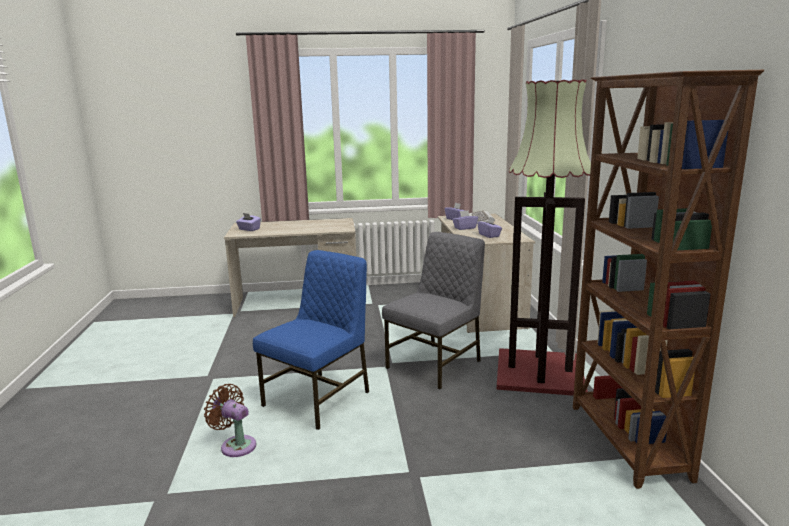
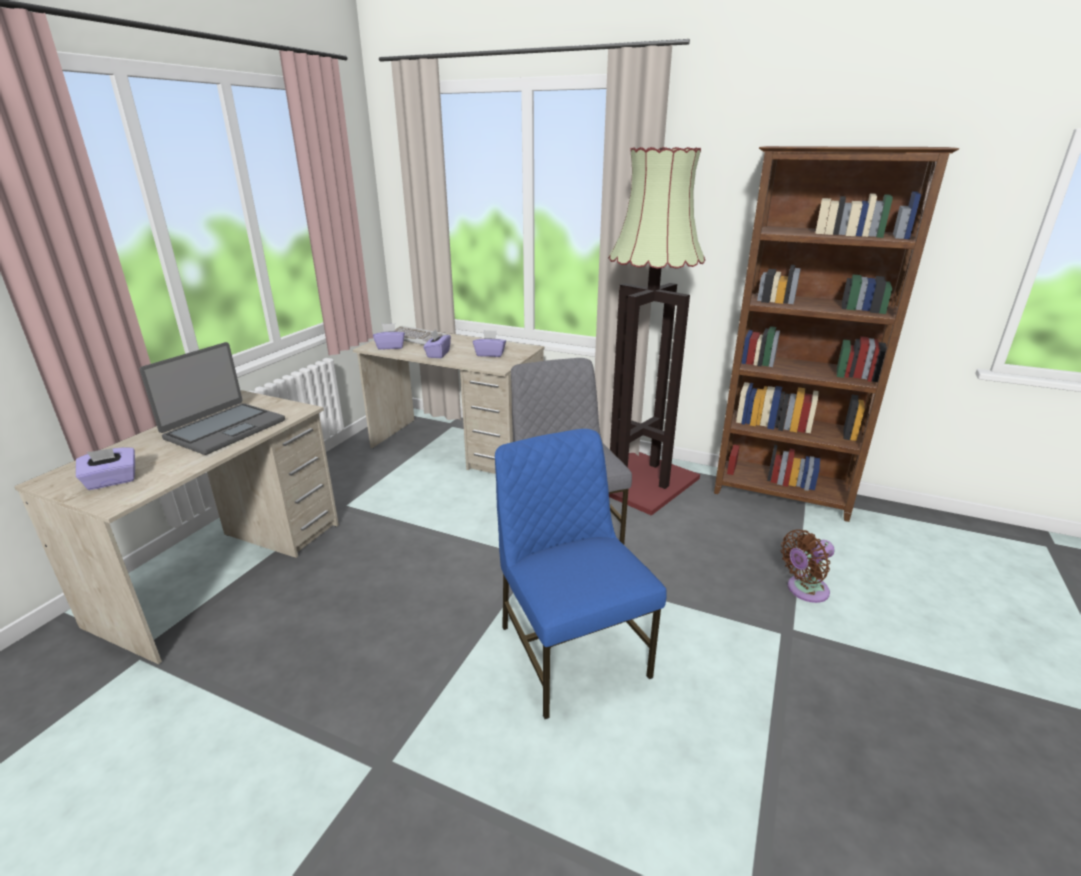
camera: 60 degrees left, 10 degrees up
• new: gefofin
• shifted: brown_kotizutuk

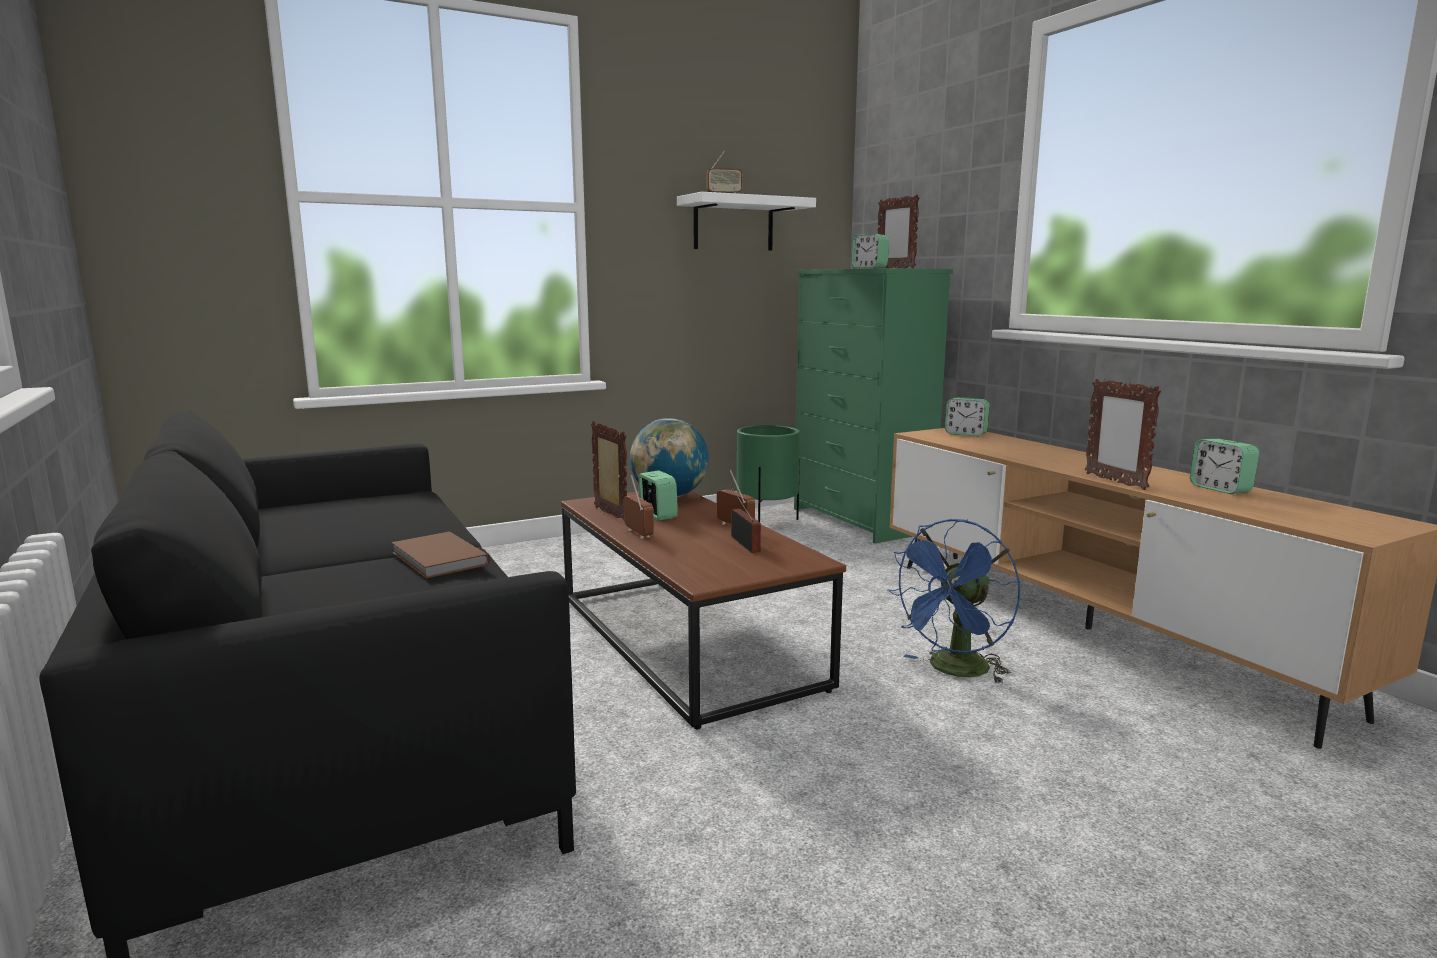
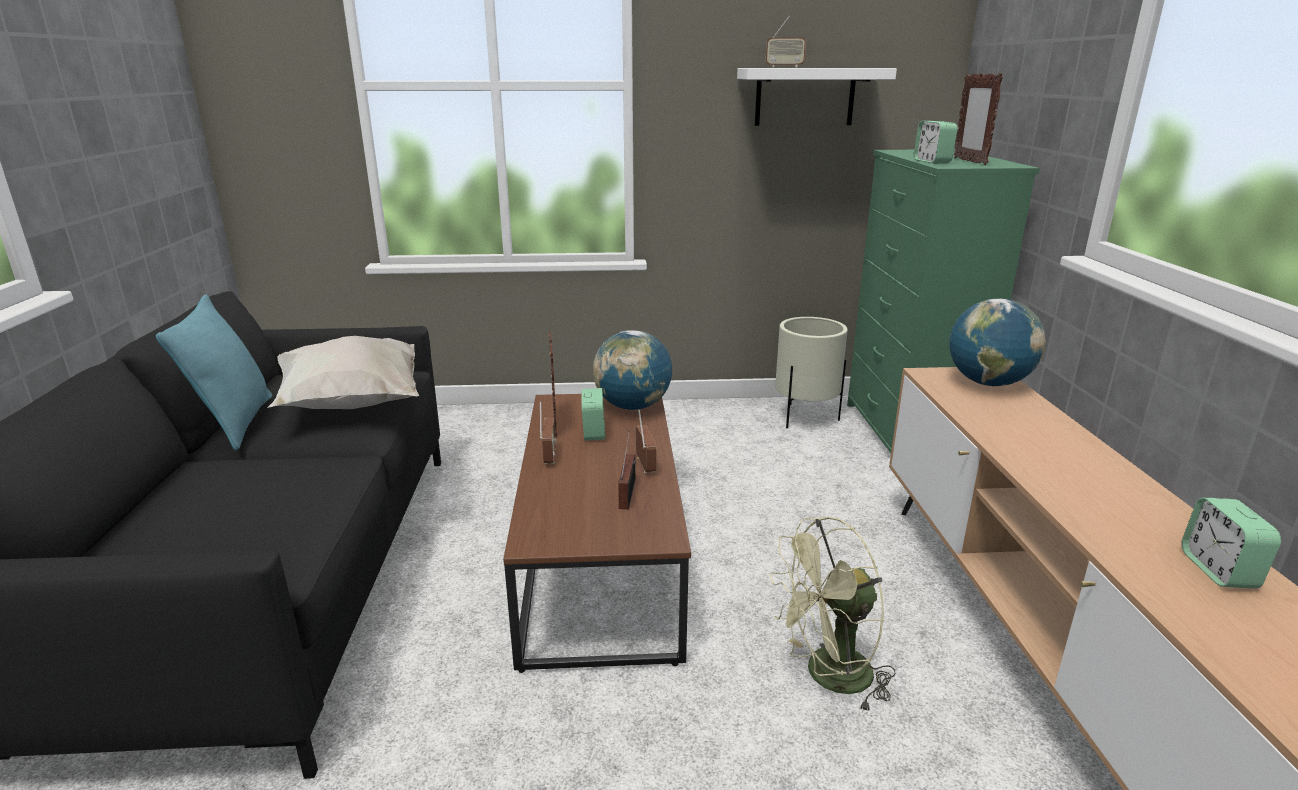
camera: 25 degrees right, 10 degrees up
• new: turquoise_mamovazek
• new: white_mamovazek
• repainted: blue_kotizutuk to green_kotizutuk
• repainted: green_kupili to beige_kupili
• swapped: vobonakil (no. 3 from left) to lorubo (no. 2 from left)
• gone: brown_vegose
• gone: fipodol (no. 3 from left)

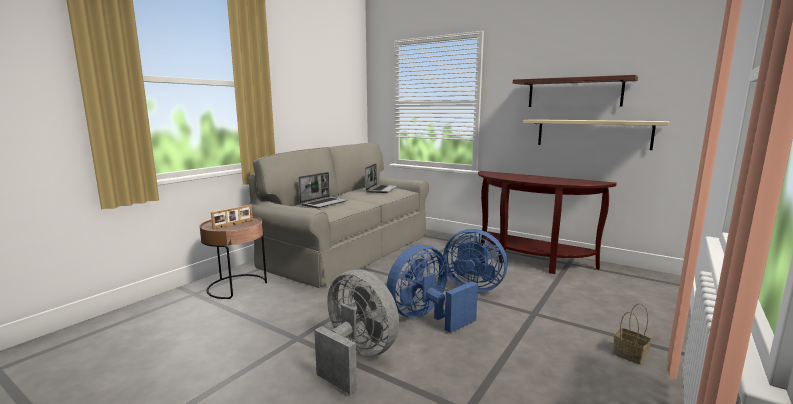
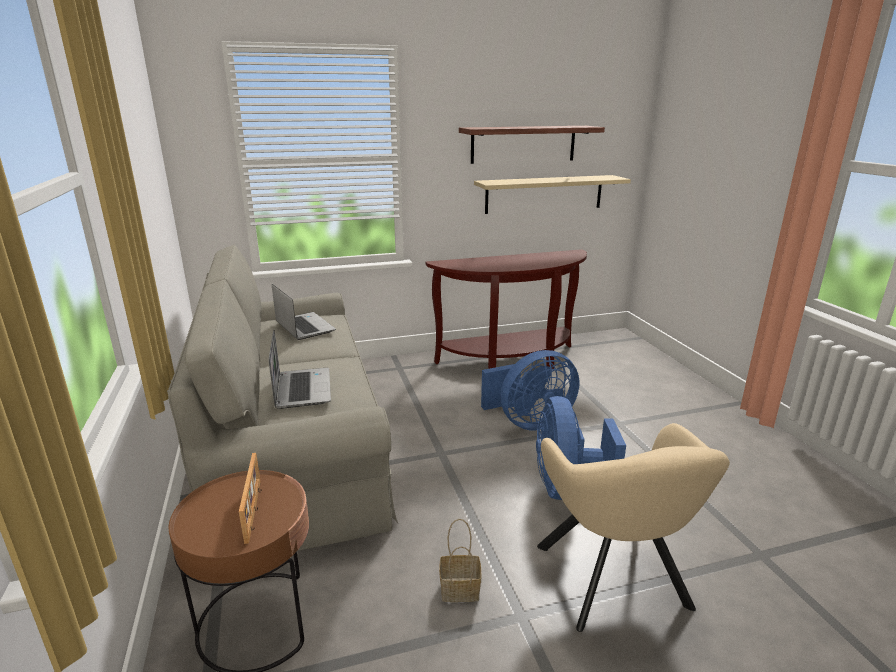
camera: 50 degrees left, 10 degrees up
• shifted: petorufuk
• swapped: grey_kotizutuk to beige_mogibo

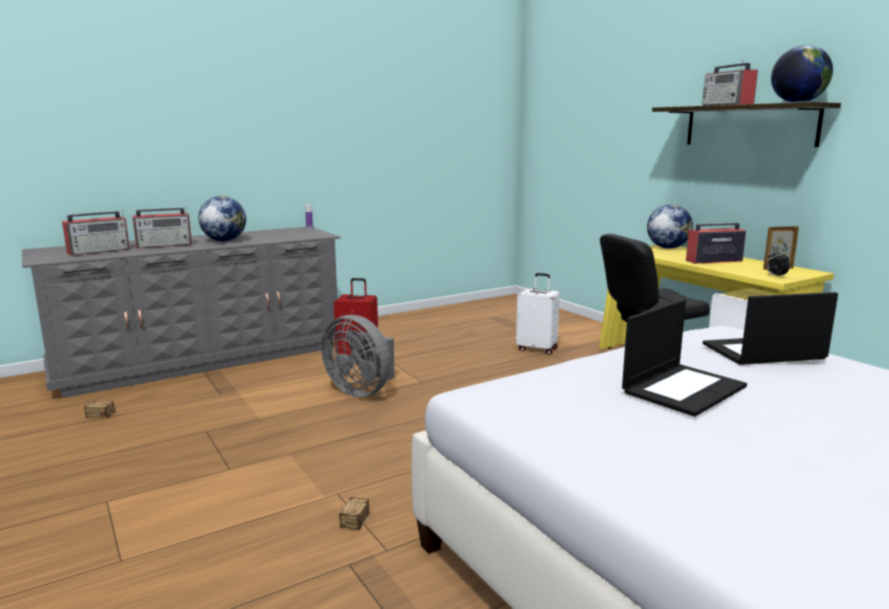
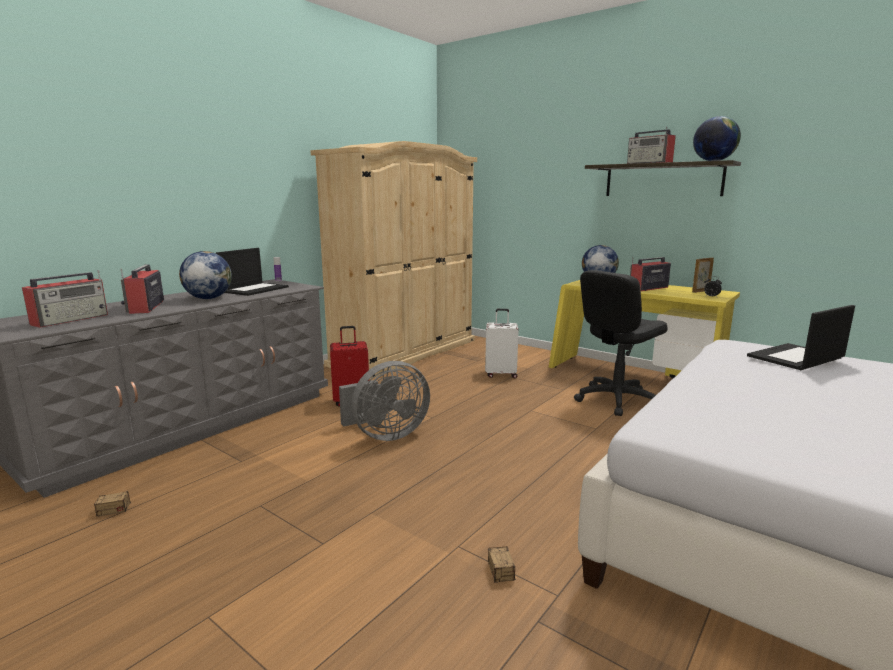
camera: 20 degrees left, 0 degrees up
• rotated: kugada (no. 2 from left) 120 degrees clockwise
• shifted: gefofin (no. 1 from left)
• new: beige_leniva
• rotated: grey_kotizutuk 45 degrees counterclockwise

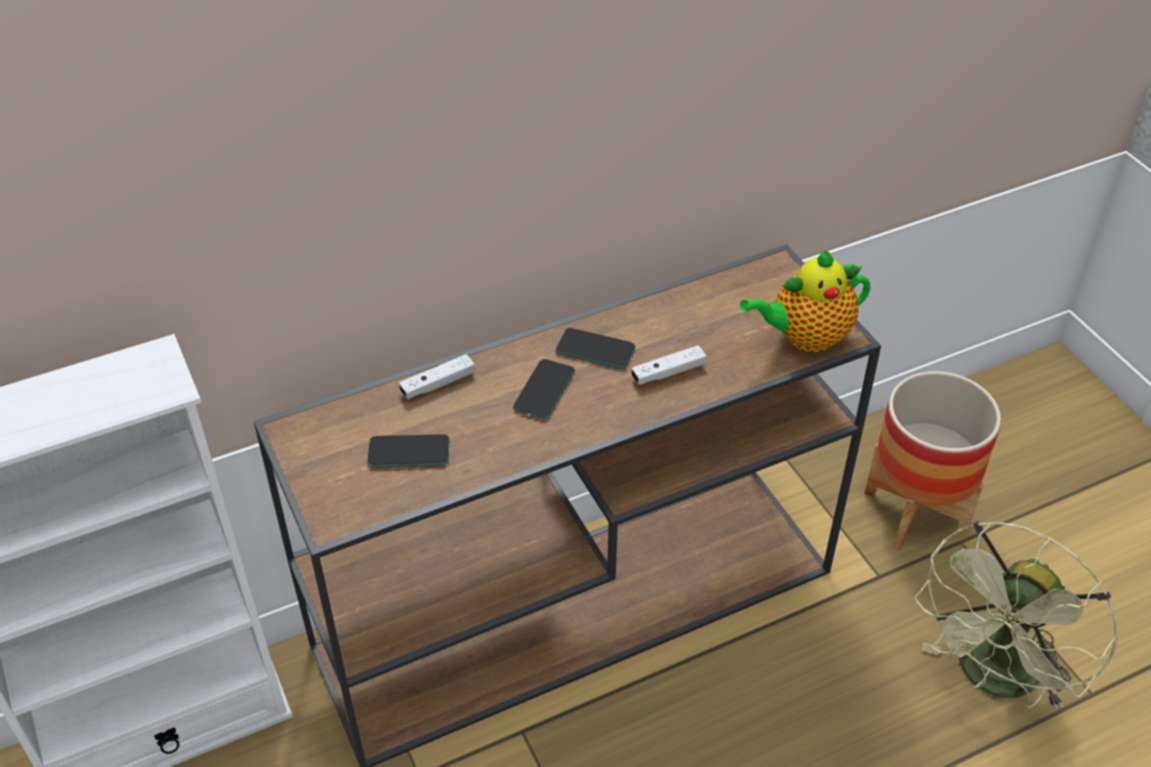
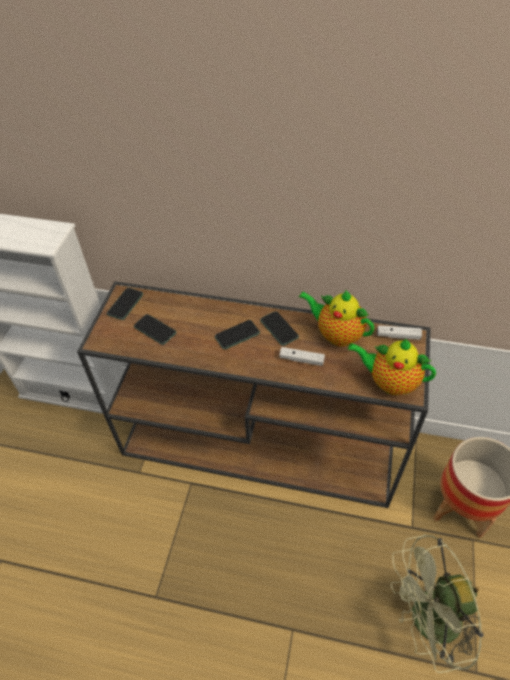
camera: 40 degrees right, 5 degrees up
• new: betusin (no. 1 from left)
• new: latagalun (no. 1 from left)
• shifted: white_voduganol (no. 1 from left in the first image) to white_voduganol (no. 2 from left)

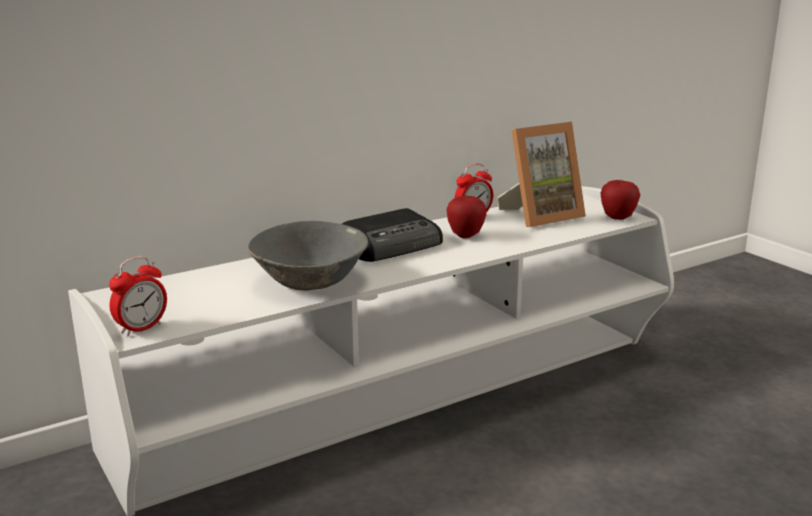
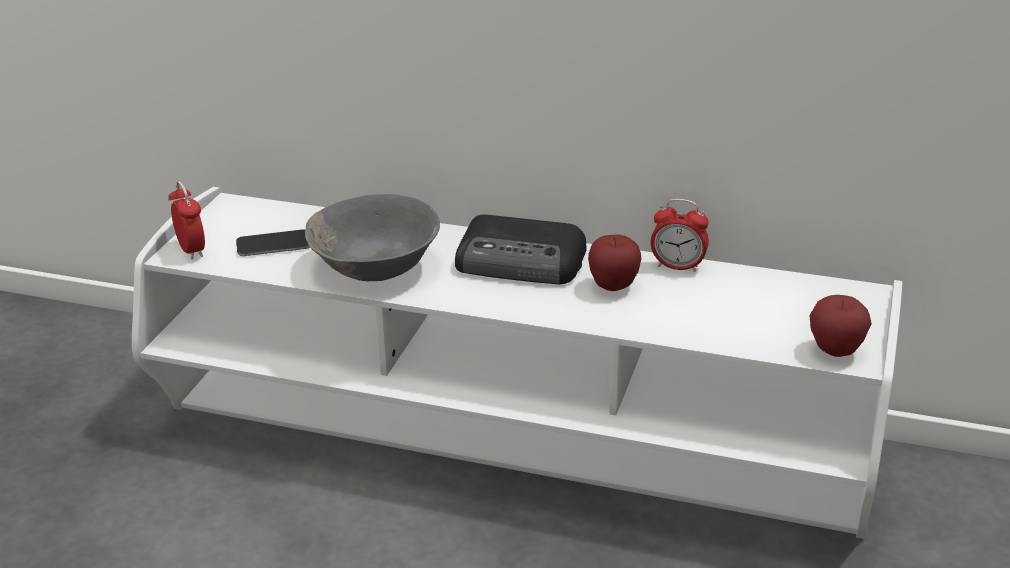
camera: 50 degrees right, 10 degrees up
• rotated: vobonakil (no. 1 from left) 120 degrees counterclockwise
• new: betusin
• gone: fipodol

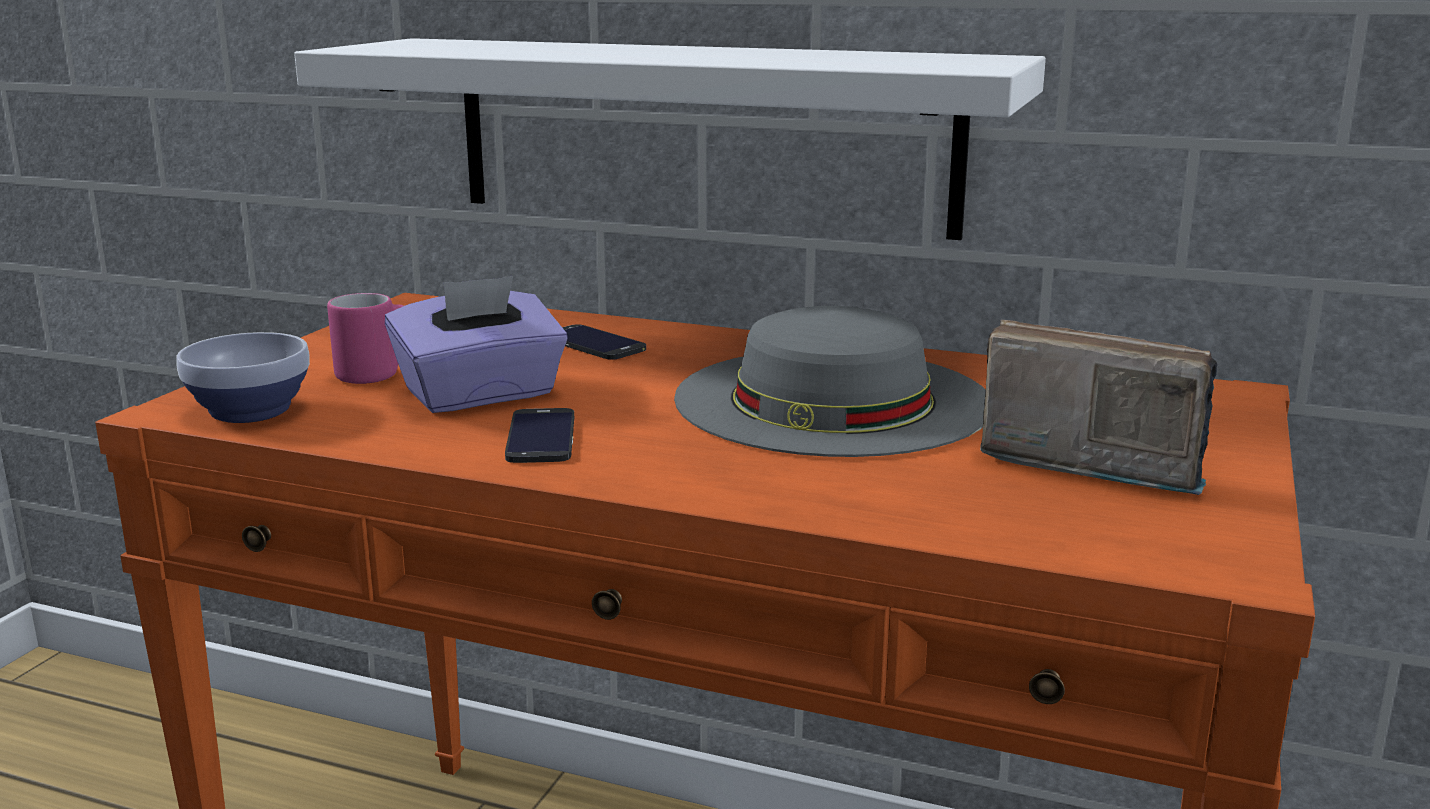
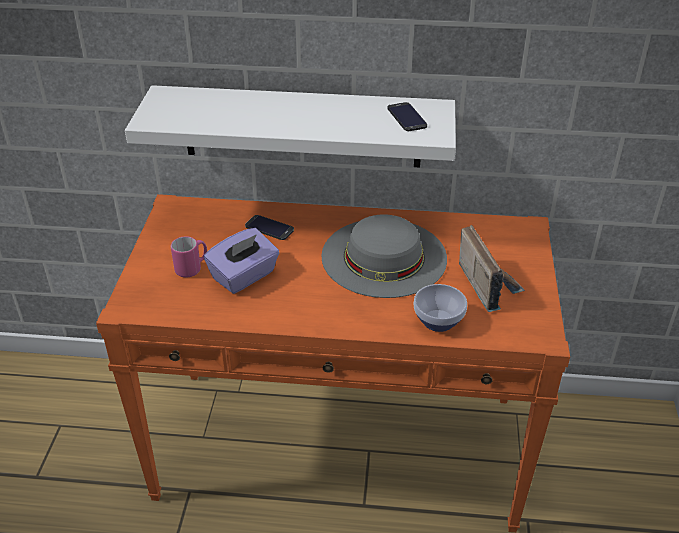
camera: 15 degrees left, 20 degrees up
• shifted: betusin (no. 1 from left in the first image) to betusin (no. 2 from left)
• shifted: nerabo
• rotated: kugada 60 degrees clockwise

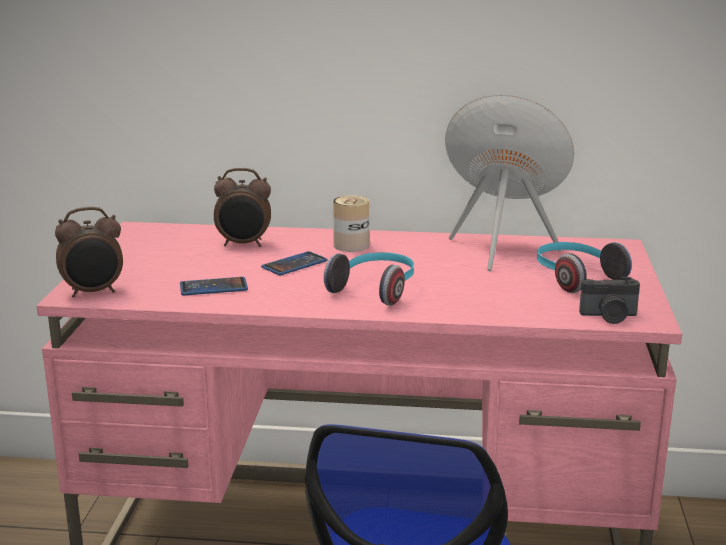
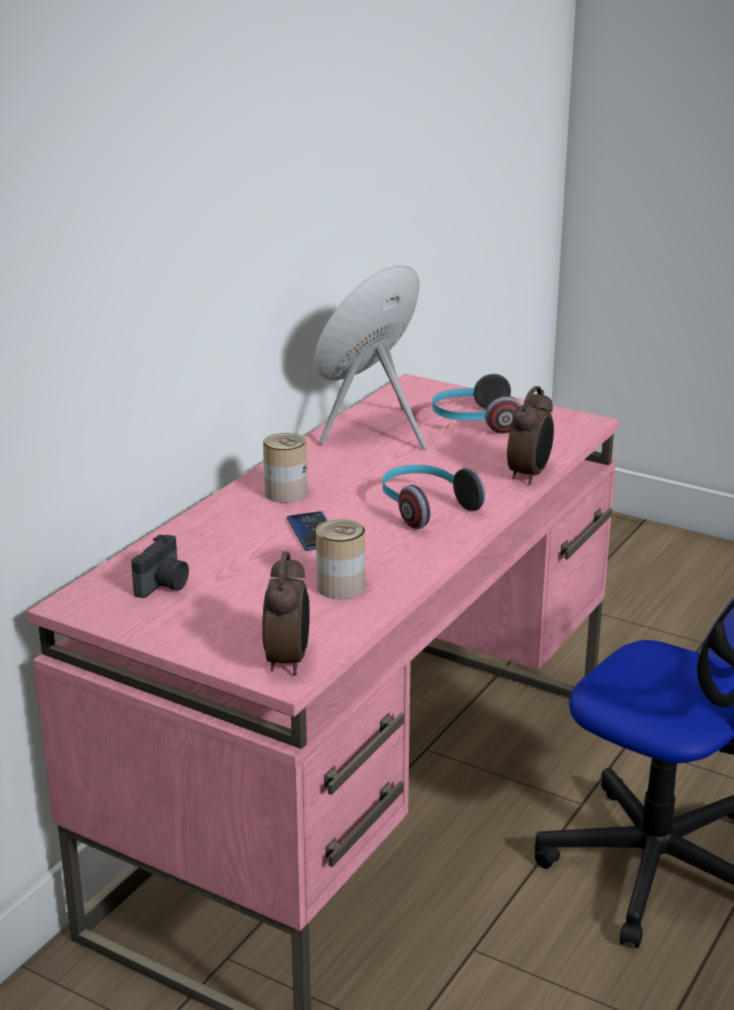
camera: 65 degrees left, 5 degrees up
• shifted: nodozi
• swapped: betusin (no. 1 from left) to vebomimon (no. 2 from left)
• shifted: vobonakil (no. 2 from left)

